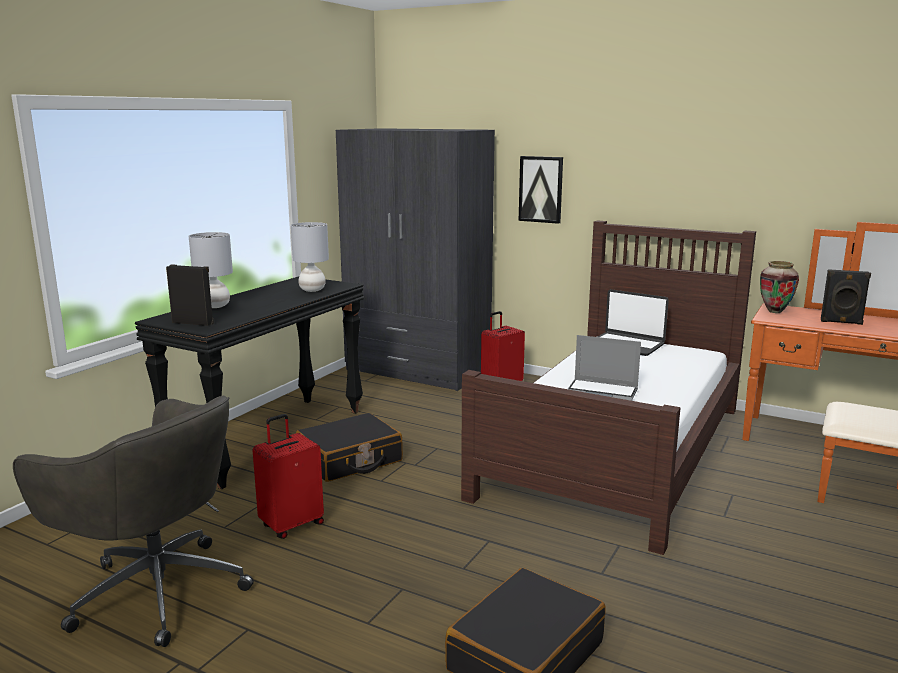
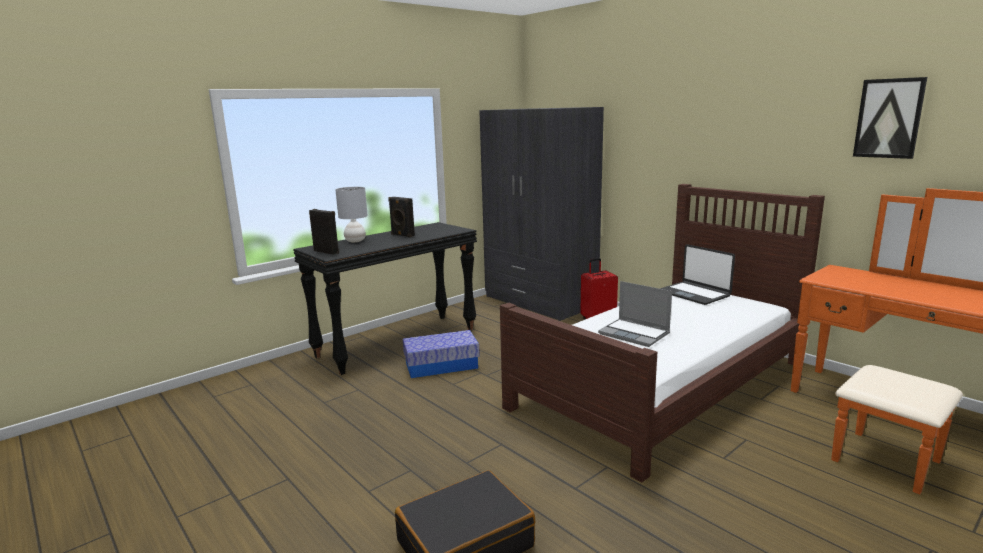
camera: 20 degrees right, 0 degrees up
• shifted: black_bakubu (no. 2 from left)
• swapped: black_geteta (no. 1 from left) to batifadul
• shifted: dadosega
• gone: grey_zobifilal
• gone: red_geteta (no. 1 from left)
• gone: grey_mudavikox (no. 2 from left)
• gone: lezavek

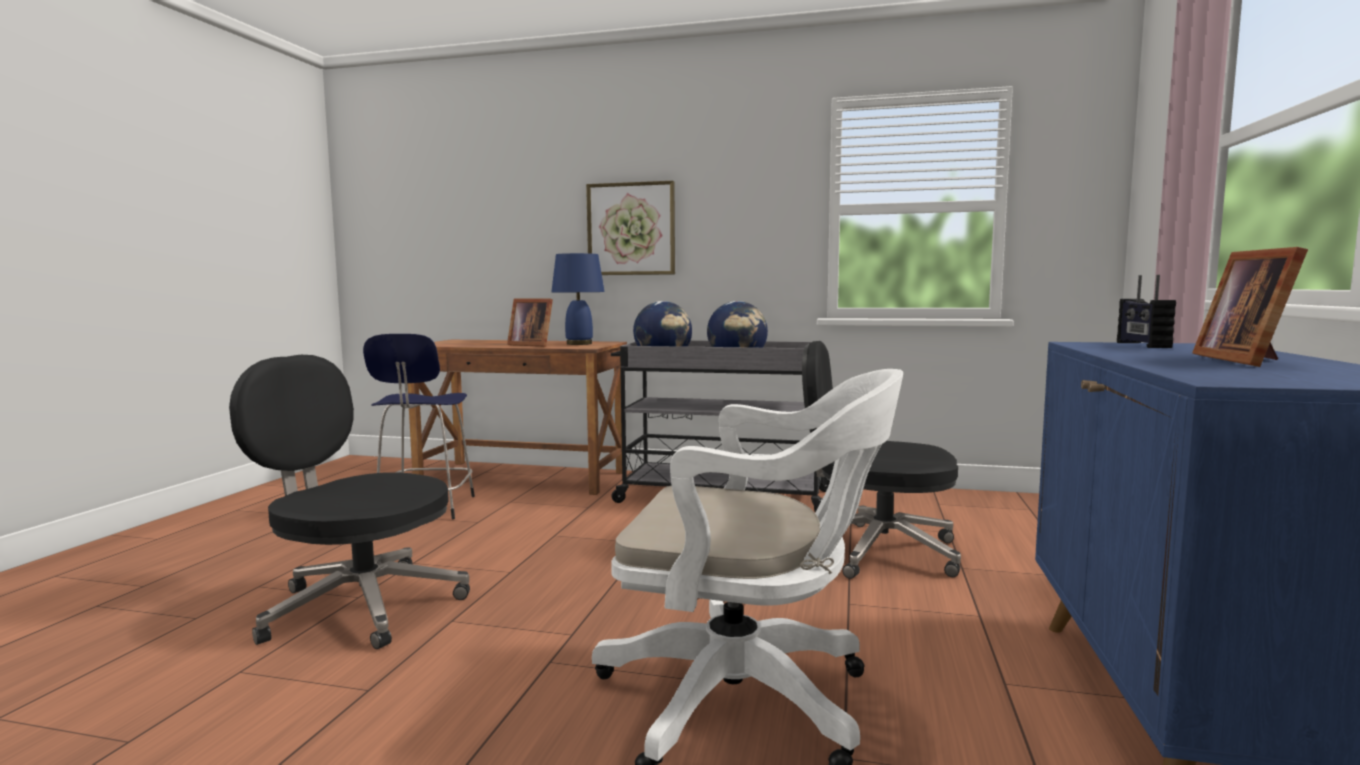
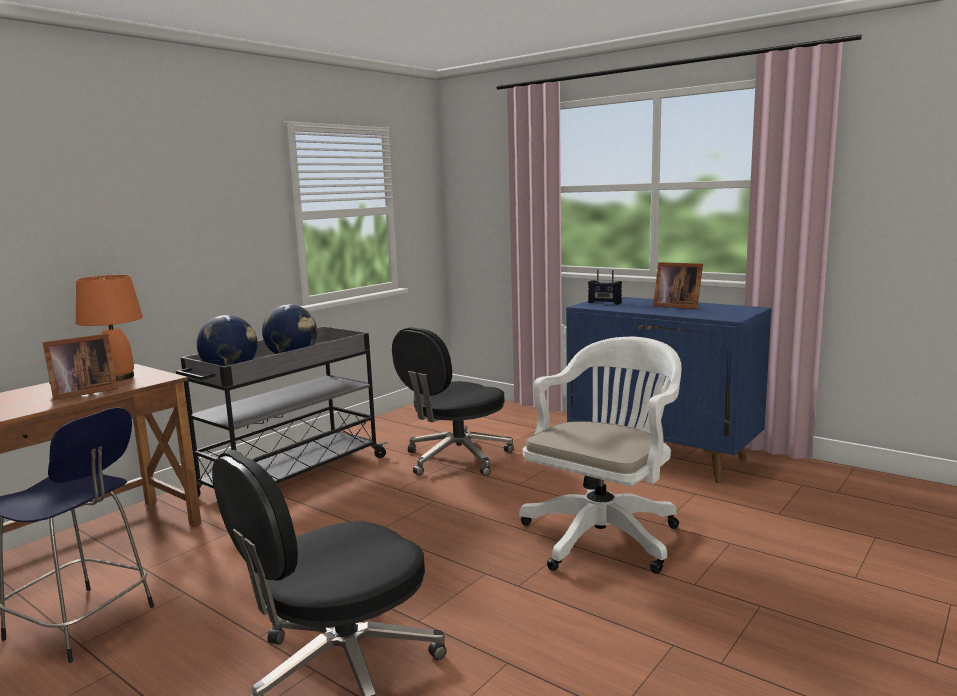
camera: 65 degrees left, 5 degrees up
• repainted: blue_mudavikox to orange_mudavikox
• gone: dadosega

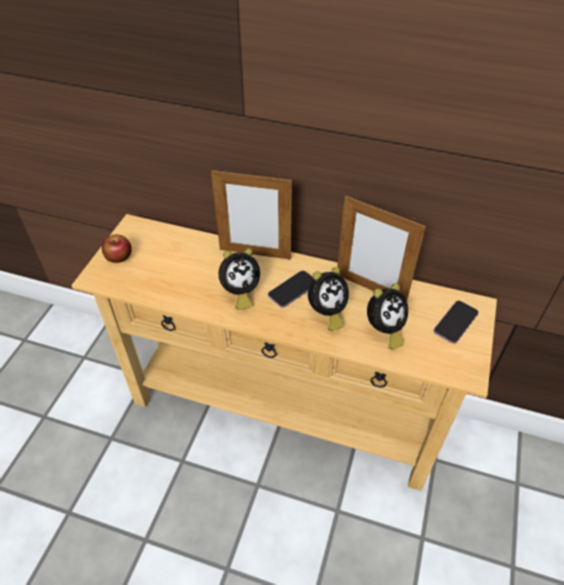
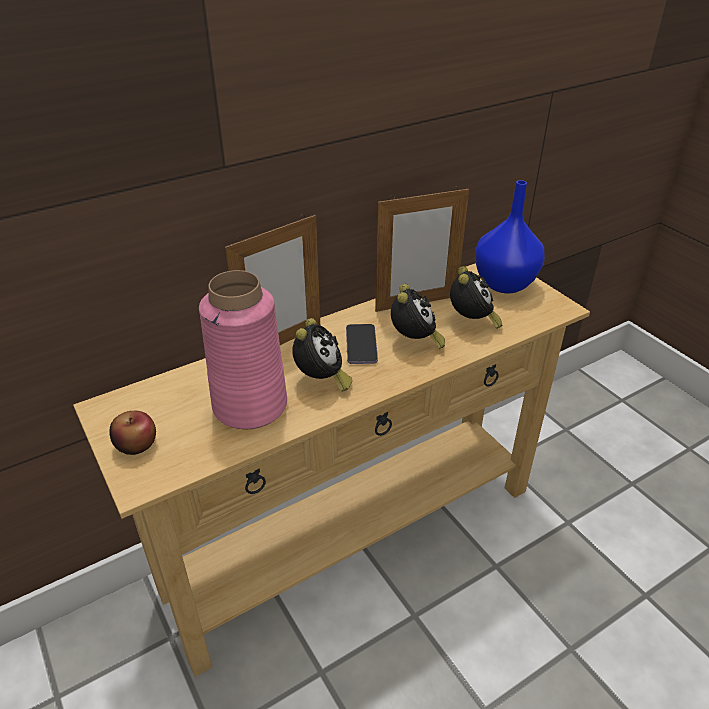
camera: 50 degrees left, 10 degrees down
• new: pink_lezavek
• swapped: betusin (no. 2 from left) to blue_lezavek

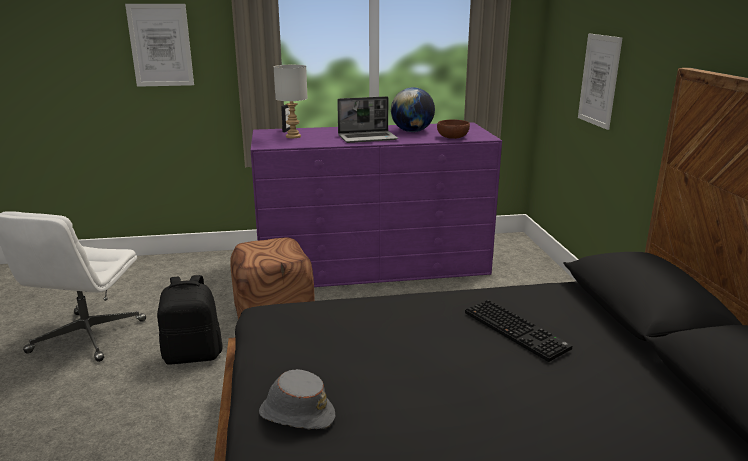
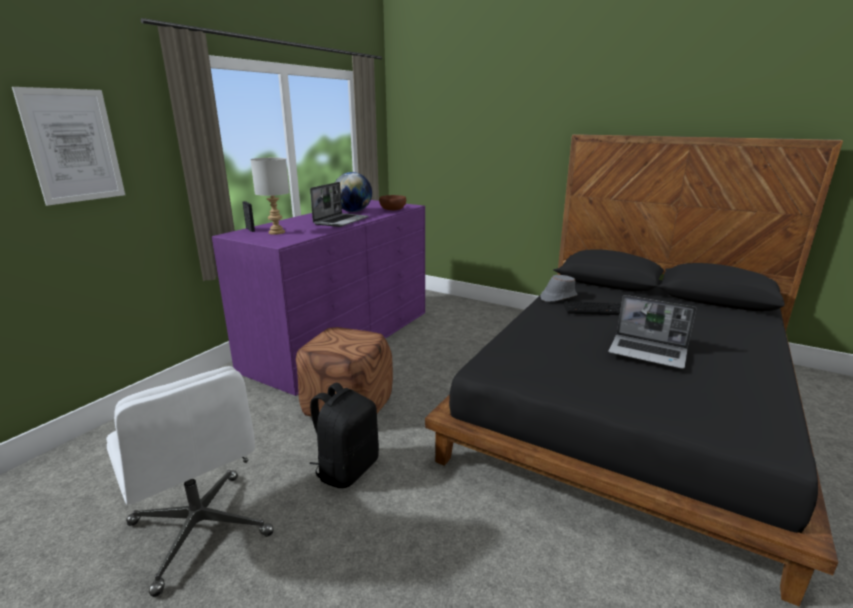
camera: 50 degrees left, 0 degrees up
• shifted: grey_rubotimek
• new: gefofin (no. 2 from left)
• gone: dadosega (no. 2 from left)

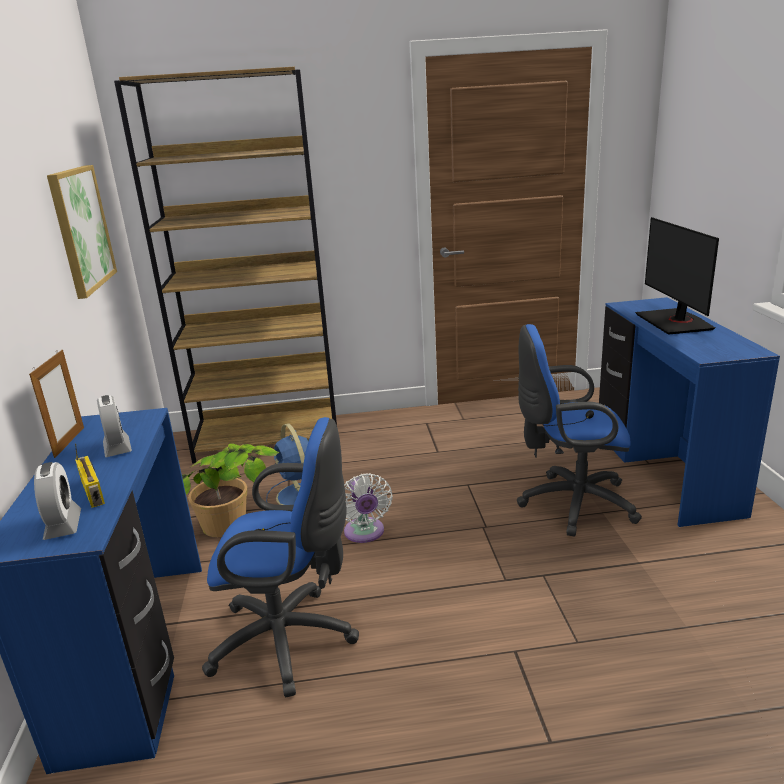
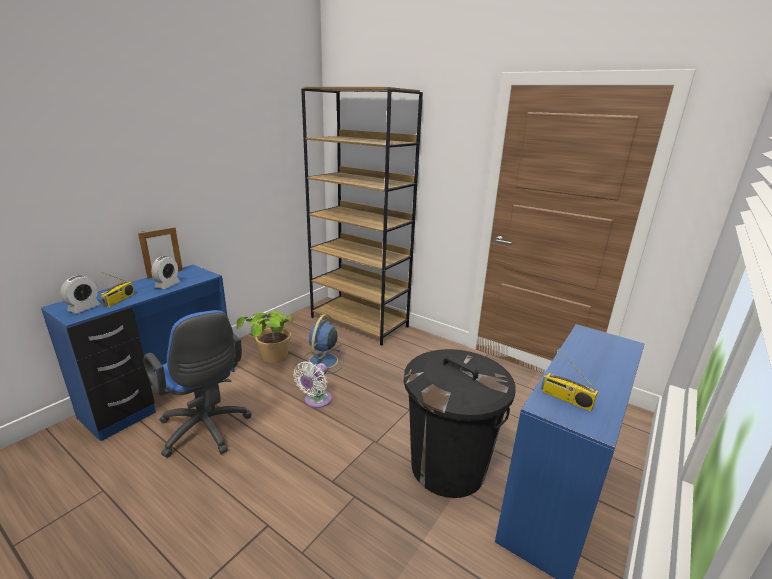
camera: 40 degrees right, 0 degrees up
• swapped: blue_zobifilal (no. 2 from left) to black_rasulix
• new: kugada (no. 2 from left)
• gone: dadosega
• gone: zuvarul

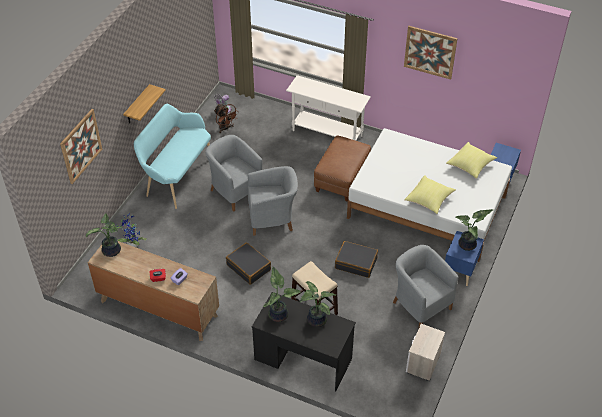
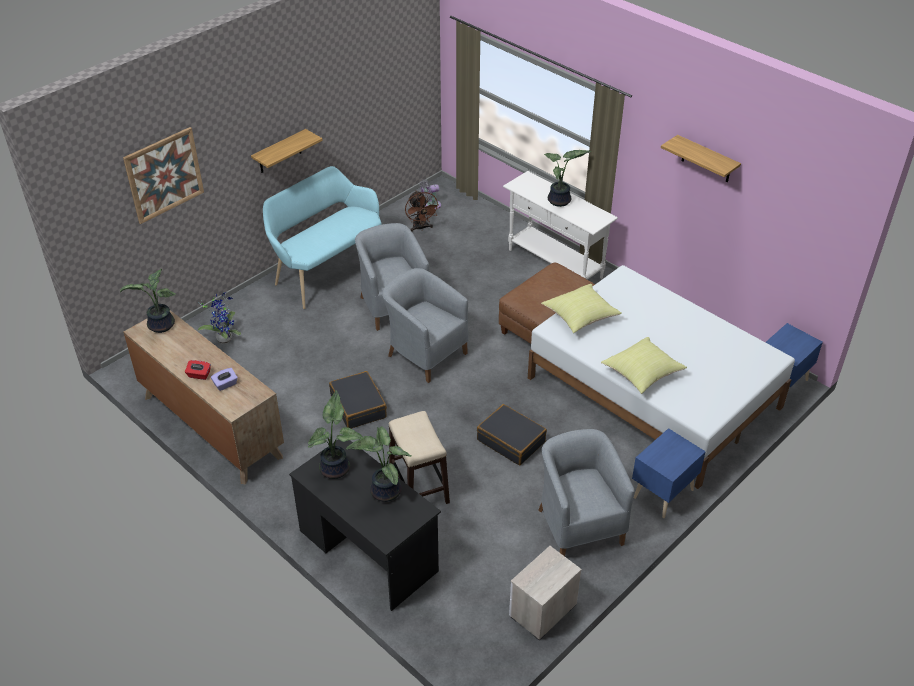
camera: 20 degrees right, 5 degrees down
• rotated: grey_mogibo (no. 2 from left) 150 degrees counterclockwise
• shifted: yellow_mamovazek (no. 2 from left in the first image) to yellow_mamovazek (no. 1 from left)
• shifted: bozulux (no. 5 from left)
• swapped: dadosega (no. 2 from left) to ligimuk (no. 2 from left)

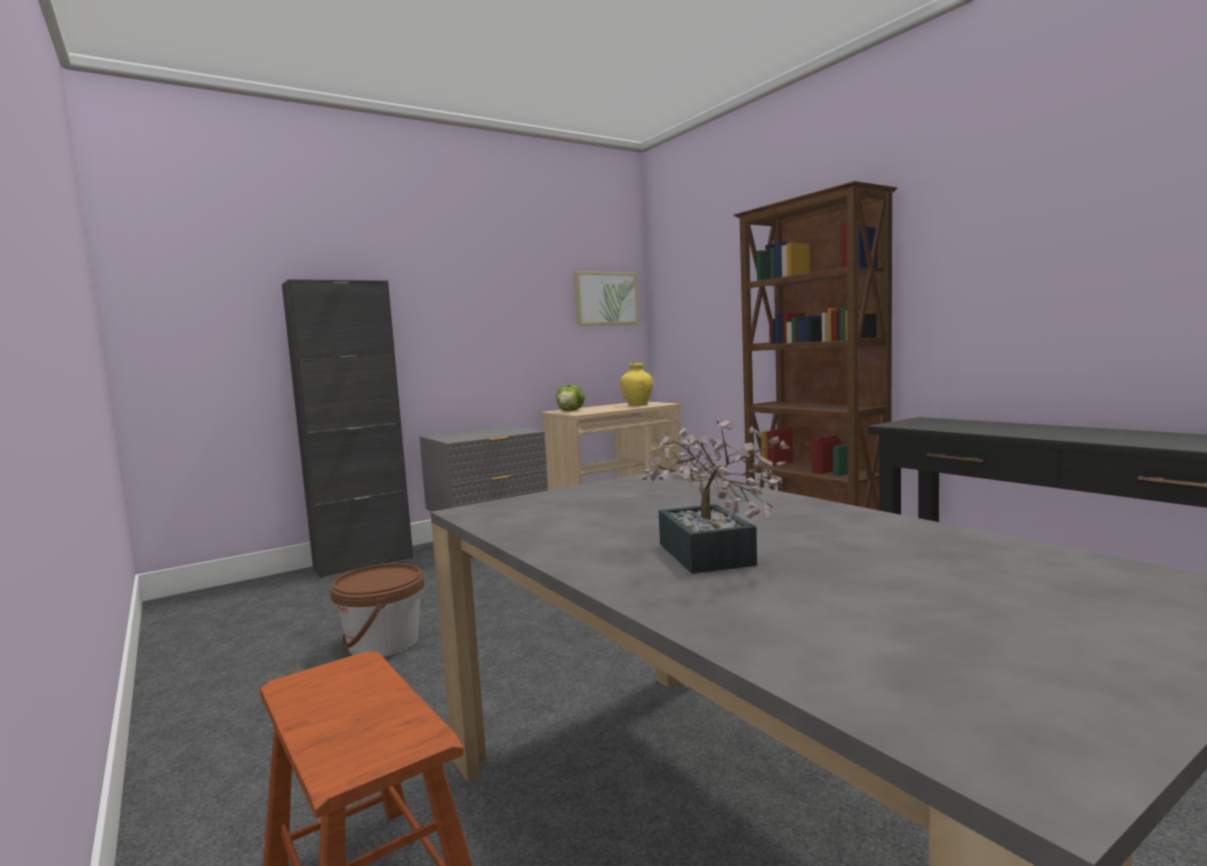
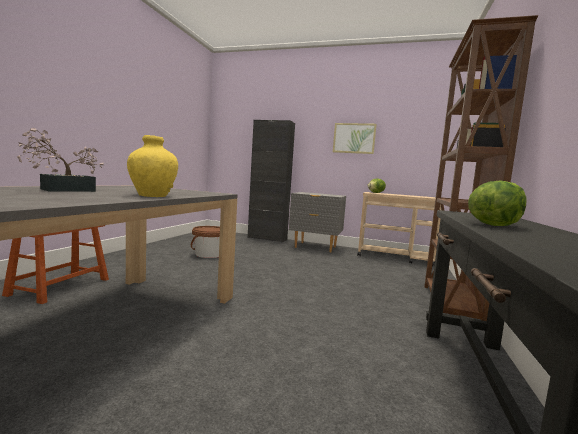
camera: 50 degrees right, 0 degrees up
• shifted: yellow_lezavek
• shifted: dadosega
• new: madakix (no. 2 from left)

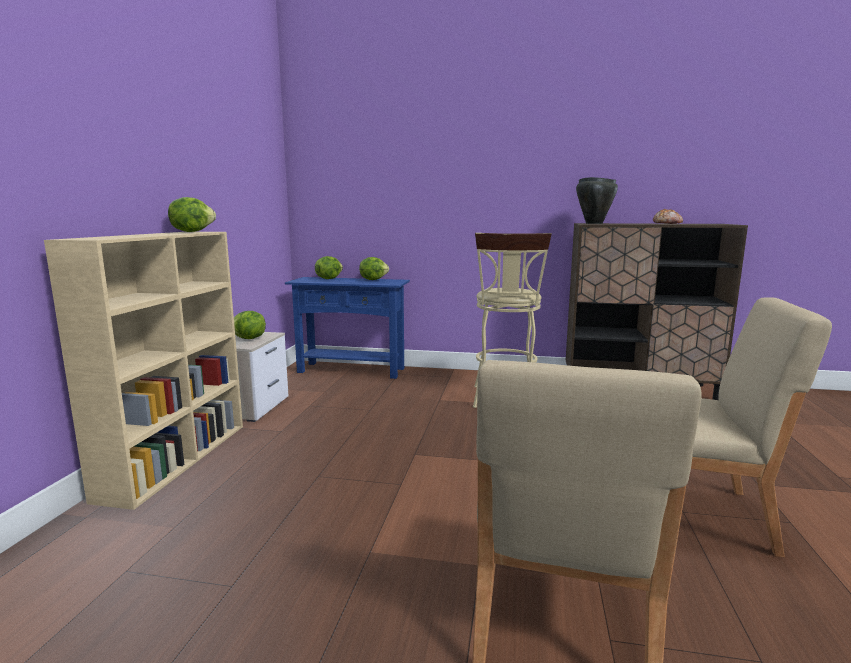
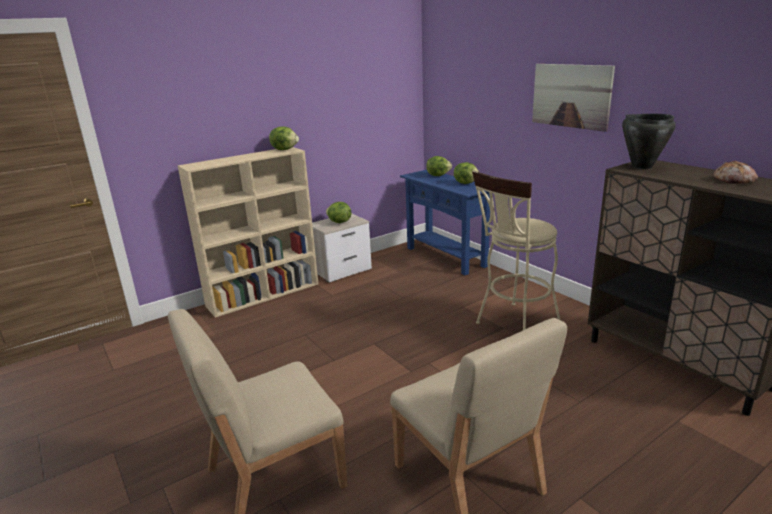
camera: 45 degrees right, 10 degrees up
• new: dadosega

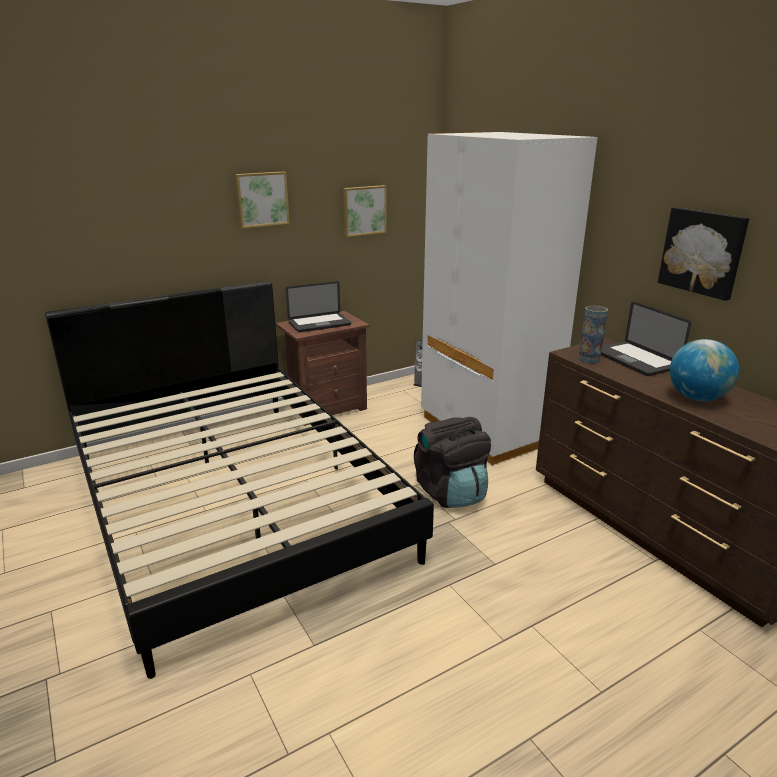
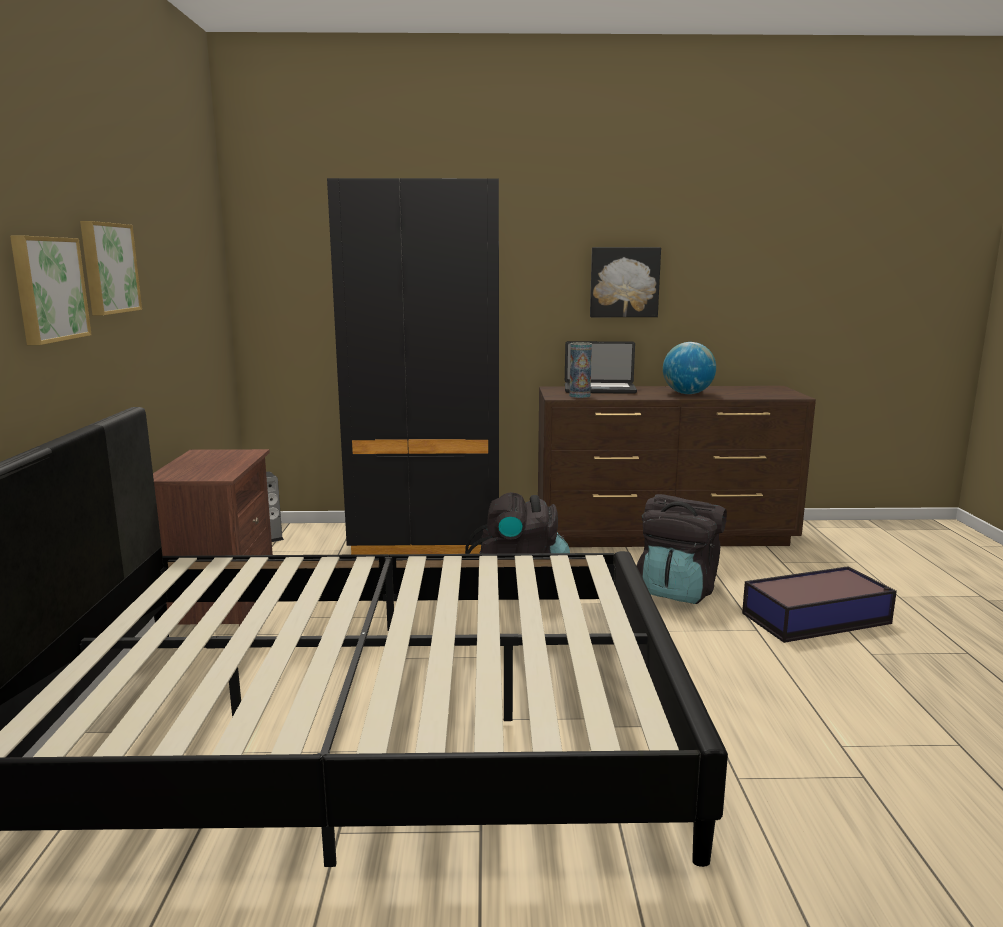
camera: 60 degrees left, 10 degrees down
• shifted: dadosega (no. 2 from left in the first image) to dadosega (no. 1 from left)
• repainted: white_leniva to black_leniva
• new: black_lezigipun (no. 2 from left)
• new: batifadul
• gone: gefofin (no. 1 from left)

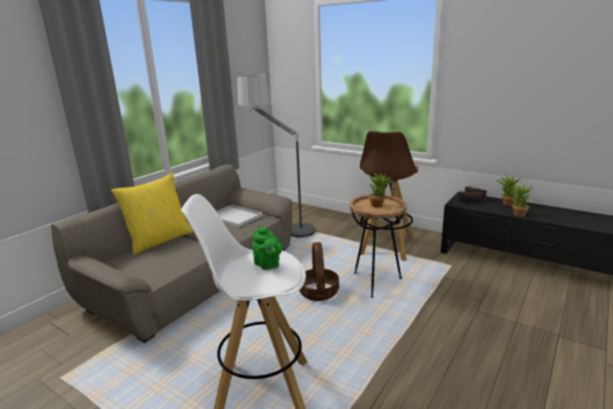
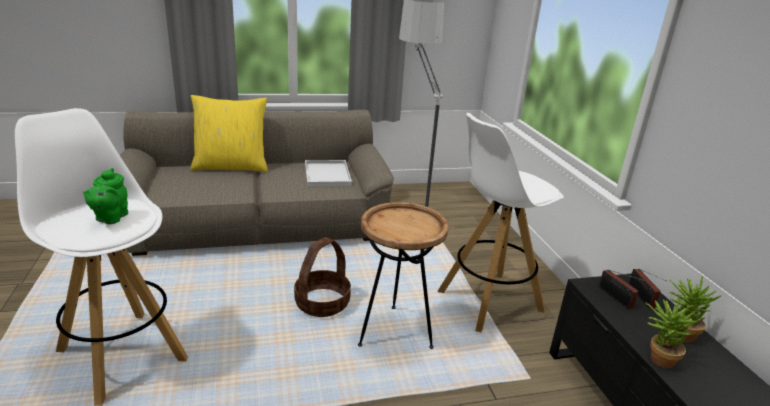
camera: 40 degrees right, 5 degrees up
• repainted: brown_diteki to white_diteki (no. 2 from left)
• gone: bozulux (no. 1 from left)

